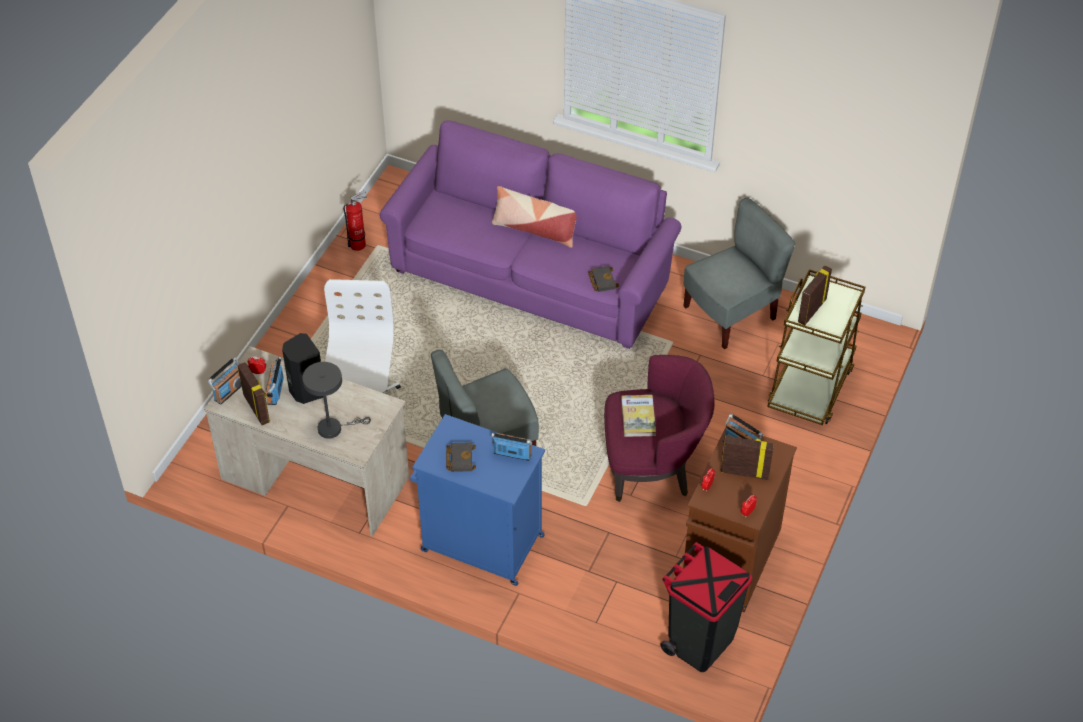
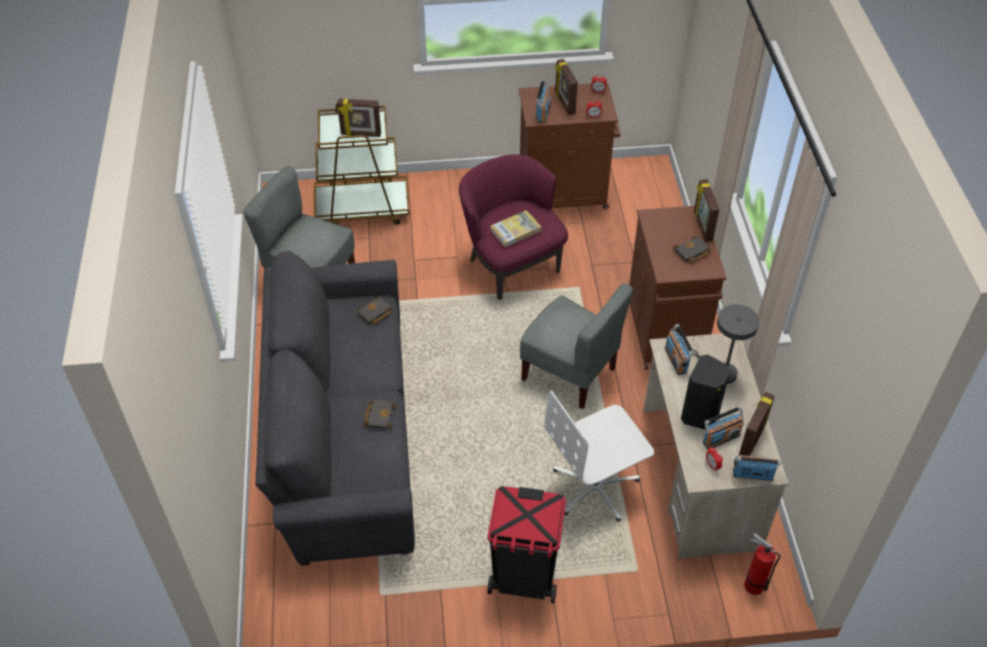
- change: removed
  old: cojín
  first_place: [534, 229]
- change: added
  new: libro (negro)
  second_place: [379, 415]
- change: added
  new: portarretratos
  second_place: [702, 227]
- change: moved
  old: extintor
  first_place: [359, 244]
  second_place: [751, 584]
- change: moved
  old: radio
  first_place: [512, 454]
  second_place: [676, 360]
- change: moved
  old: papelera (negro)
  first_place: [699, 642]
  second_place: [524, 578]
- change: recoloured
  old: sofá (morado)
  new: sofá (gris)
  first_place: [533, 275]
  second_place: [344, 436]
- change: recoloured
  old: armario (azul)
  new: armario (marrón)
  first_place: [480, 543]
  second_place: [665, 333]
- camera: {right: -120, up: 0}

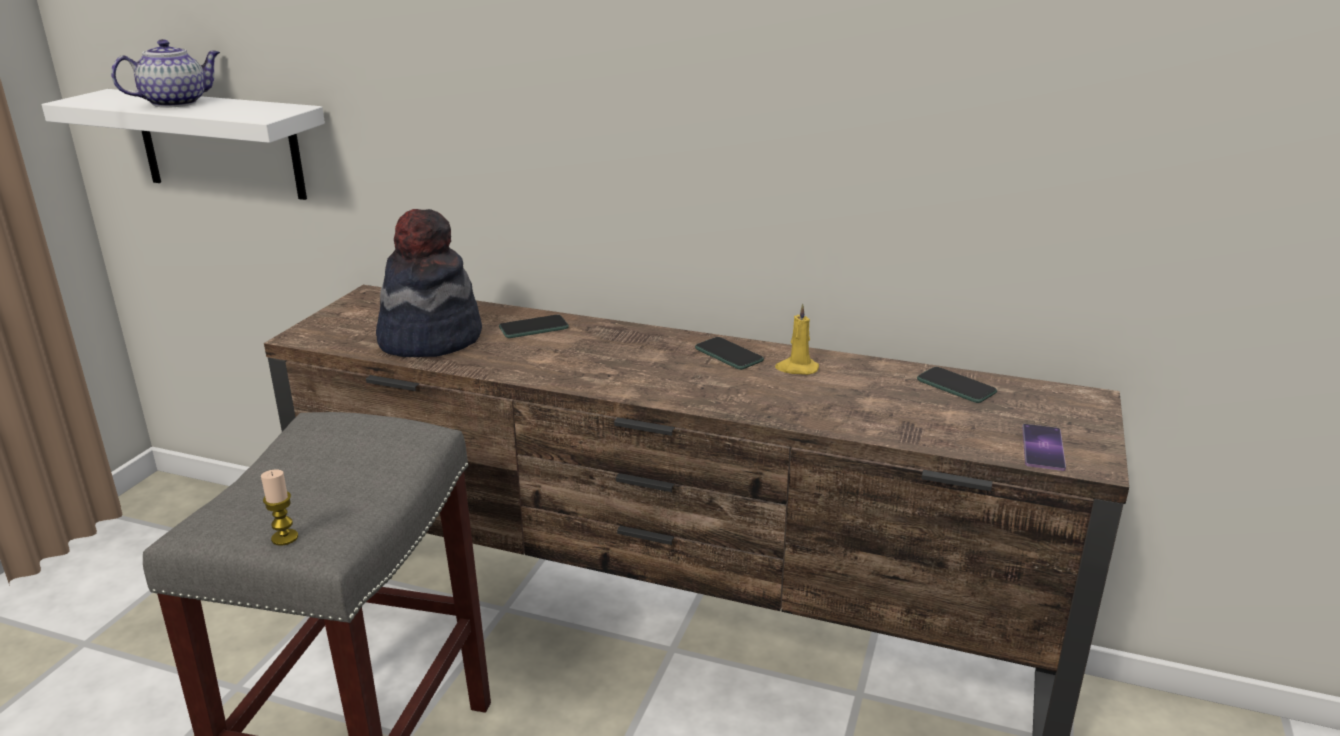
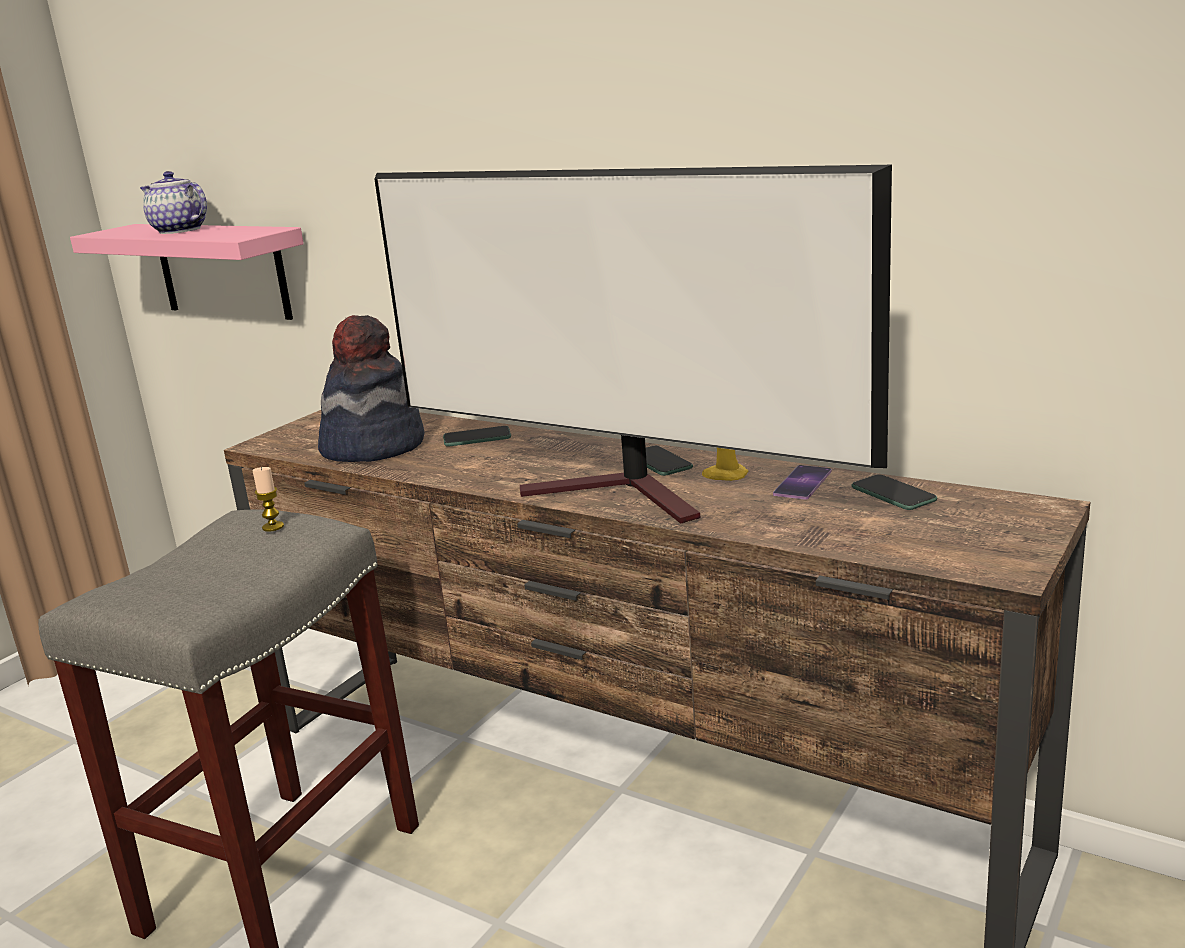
- change: added
  new: televisor
  second_place: [627, 493]
- change: moved
  old: vela
  first_place: [284, 538]
  second_place: [273, 527]
- change: moved
  old: móvil
  first_place: [1043, 447]
  second_place: [802, 483]
- change: recoloured
  old: estante (blanco)
  new: estante (rosa)
  first_place: [220, 144]
  second_place: [222, 270]
- change: turned
  old: tetera
  first_place: [176, 103]
  second_place: [178, 230]
  degrees: -120
- camera: {right: 15, up: -5}

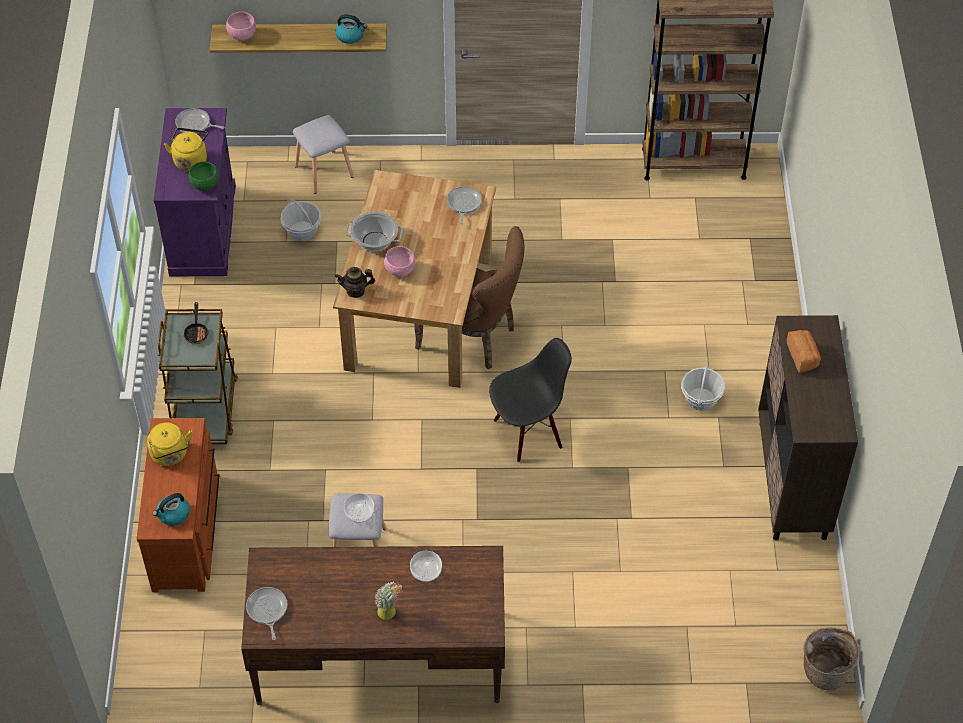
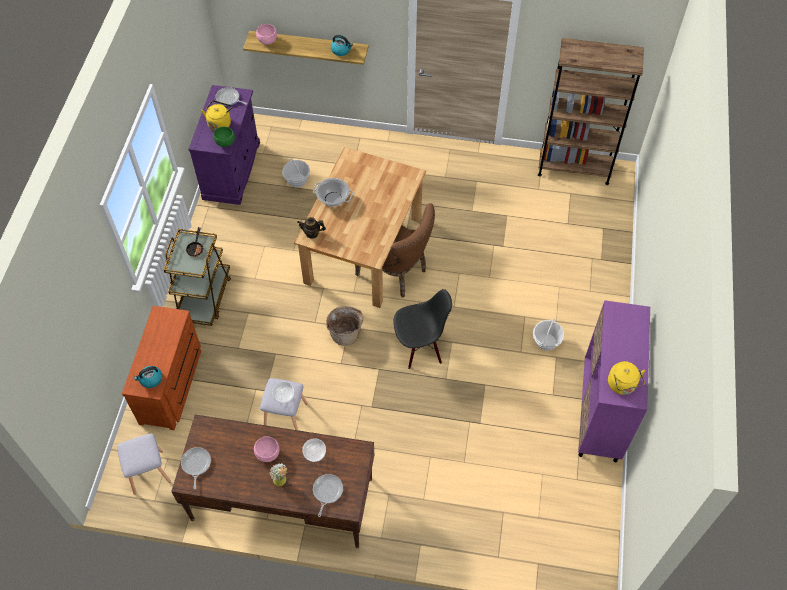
- change: removed
  old: pan
  first_place: [803, 357]
- change: moved
  old: hervidor (amarillo)
  first_place: [170, 455]
  second_place: [622, 385]
- change: moved
  old: taburete (gris)
  first_place: [324, 171]
  second_place: [149, 471]
- change: moved
  old: cuenco (rosa)
  first_place: [399, 270]
  second_place: [267, 454]
- change: moved
  old: sartén
  first_place: [463, 204]
  second_place: [327, 492]
- change: moved
  old: cesta
  first_place: [825, 670]
  second_place: [346, 333]
- change: recoloured
  old: armario (marrón)
  new: armario (morado)
  first_place: [792, 480]
  second_place: [600, 413]
- camera: {right: 10, up: 5}

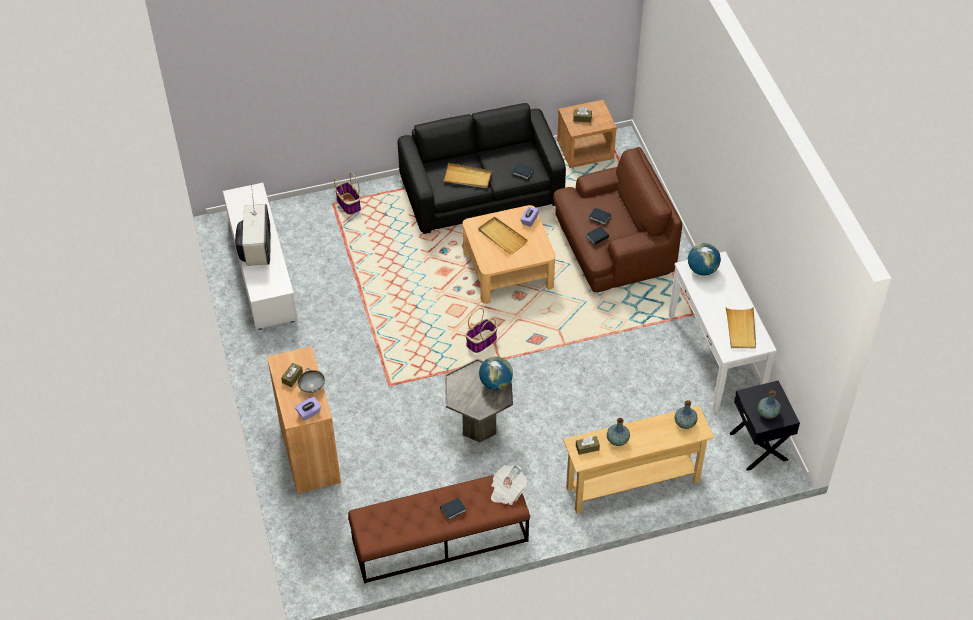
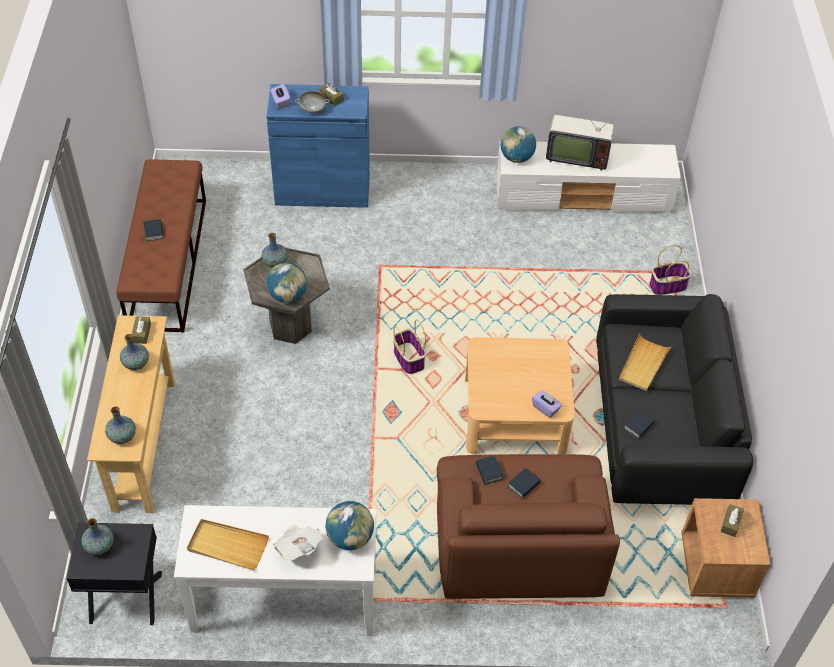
- change: removed
  old: bandeja (beis)
  first_place: [502, 237]
- change: added
  new: florero
  second_place: [275, 262]
- change: added
  new: globo terráqueo
  second_place: [516, 158]
- change: moved
  old: periódico
  first_place: [507, 490]
  second_place: [298, 548]
- change: recoloured
  old: armario (marrón)
  new: armario (azul)
  first_place: [309, 452]
  second_place: [322, 190]
- camera: {right: 105, up: 0}

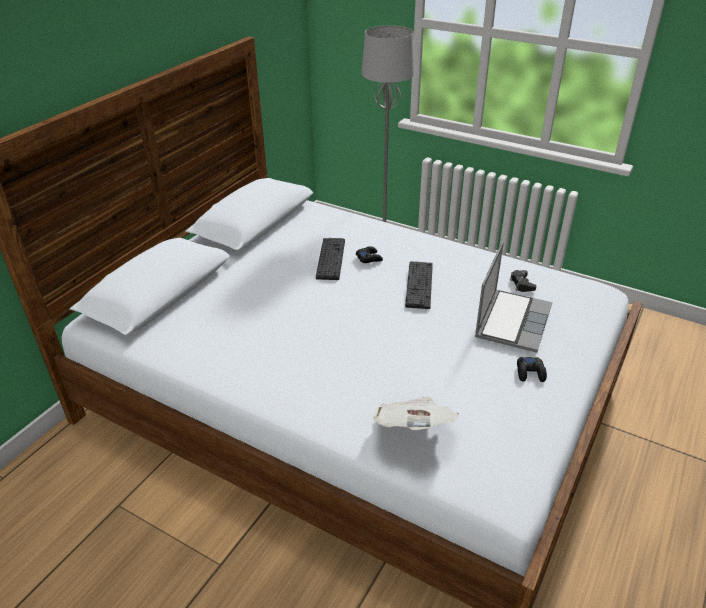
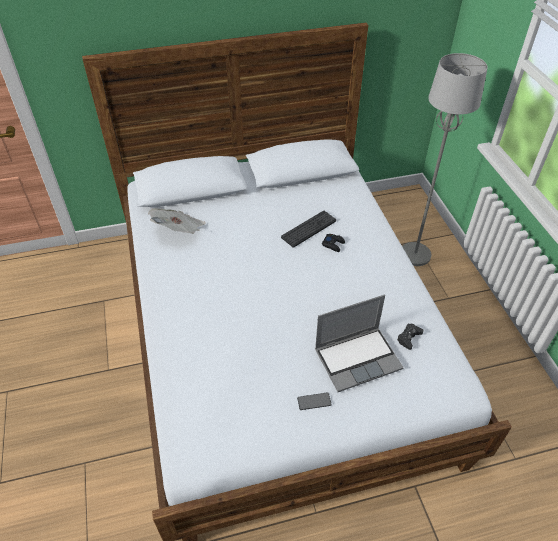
- change: removed
  old: teclado
  first_place: [419, 285]
- change: moved
  old: periódico
  first_place: [414, 428]
  second_place: [179, 231]
- change: replaced
  old: mando de consola (negro)
  new: móvil
  first_place: [530, 372]
  second_place: [314, 401]
- camera: {right: 45, up: 10}

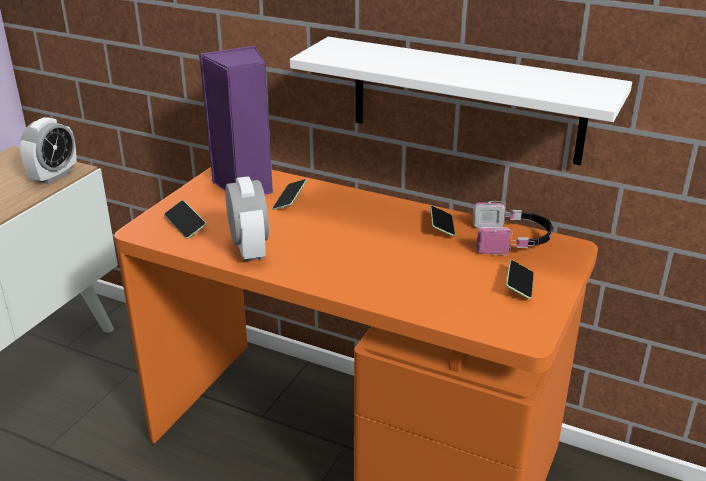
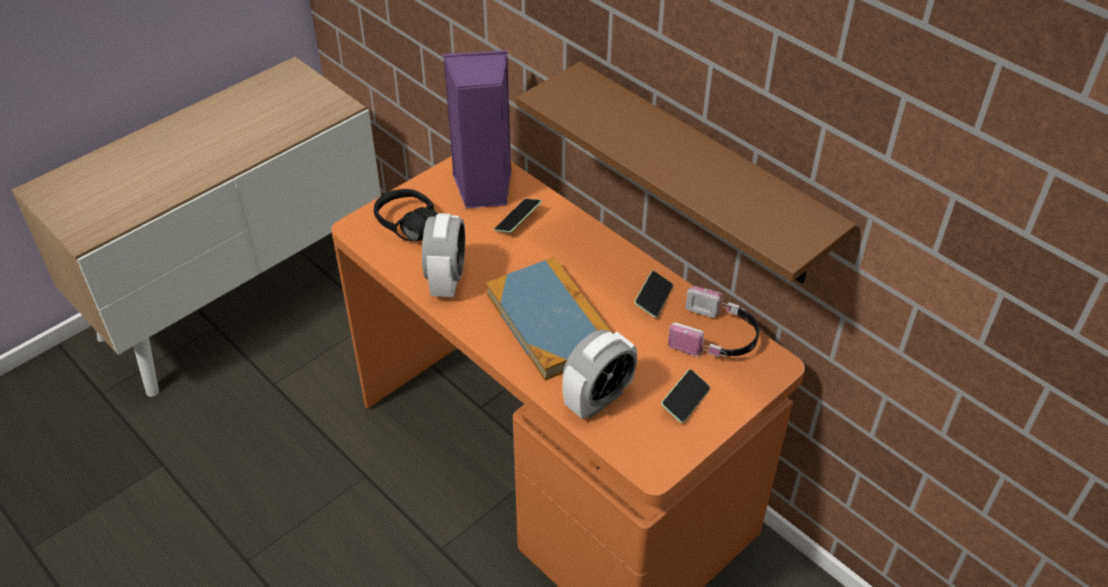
- change: added
  new: libro
  second_place: [551, 321]
- change: moved
  old: despertador
  first_place: [54, 176]
  second_place: [598, 399]
- change: replaced
  old: móvil
  new: auriculares (negro)
  first_place: [185, 226]
  second_place: [401, 231]
- change: recoloured
  old: estante (blanco)
  new: estante (marrón)
  first_place: [465, 100]
  second_place: [702, 175]
- camera: {right: 20, up: 15}

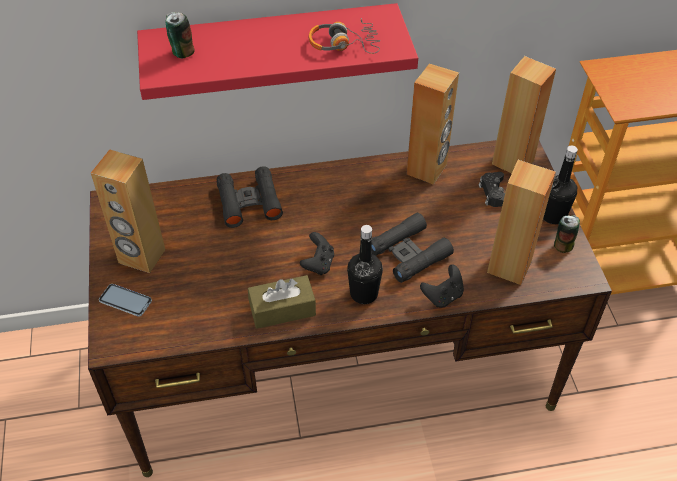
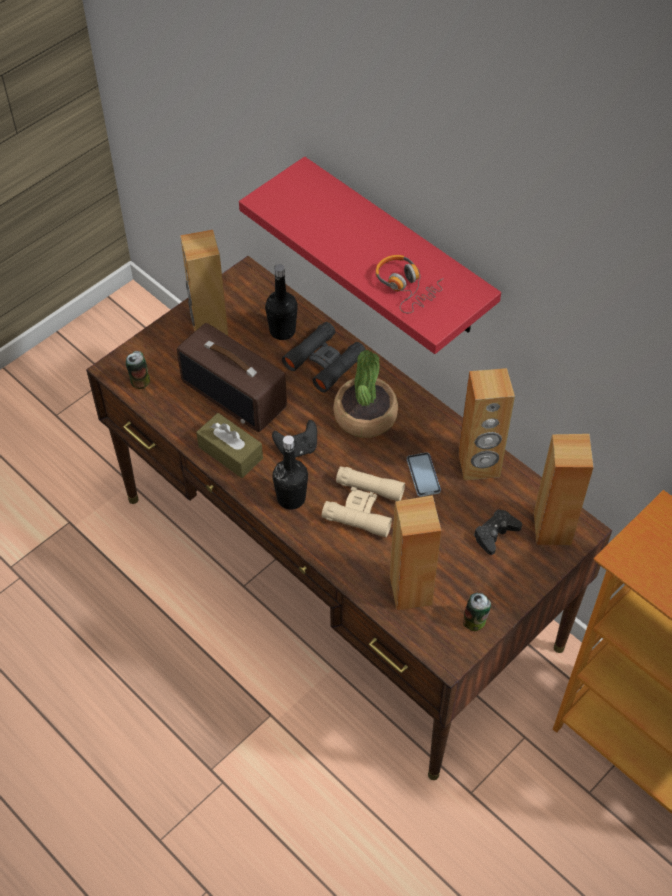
- change: removed
  old: mando de consola (negro)
  first_place: [443, 296]
- change: added
  new: radio
  second_place: [235, 394]
- change: added
  new: planta en maceta
  second_place: [365, 415]
- change: moved
  old: móvil
  first_place: [125, 301]
  second_place: [423, 475]
- change: moved
  old: lata
  first_place: [182, 52]
  second_place: [140, 381]
- change: moved
  old: botella (negro)
  first_place: [553, 215]
  second_place: [282, 331]
- change: recoloured
  old: prismáticos (negro)
  new: prismáticos (beis)
  first_place: [409, 253]
  second_place: [363, 506]
- camera: {right: 55, up: 5}

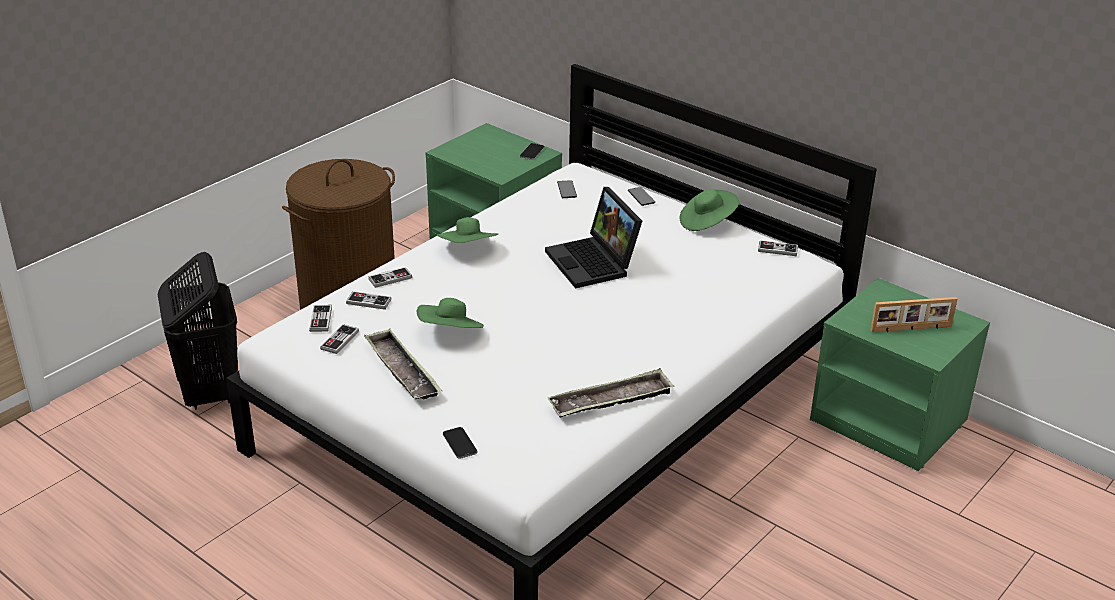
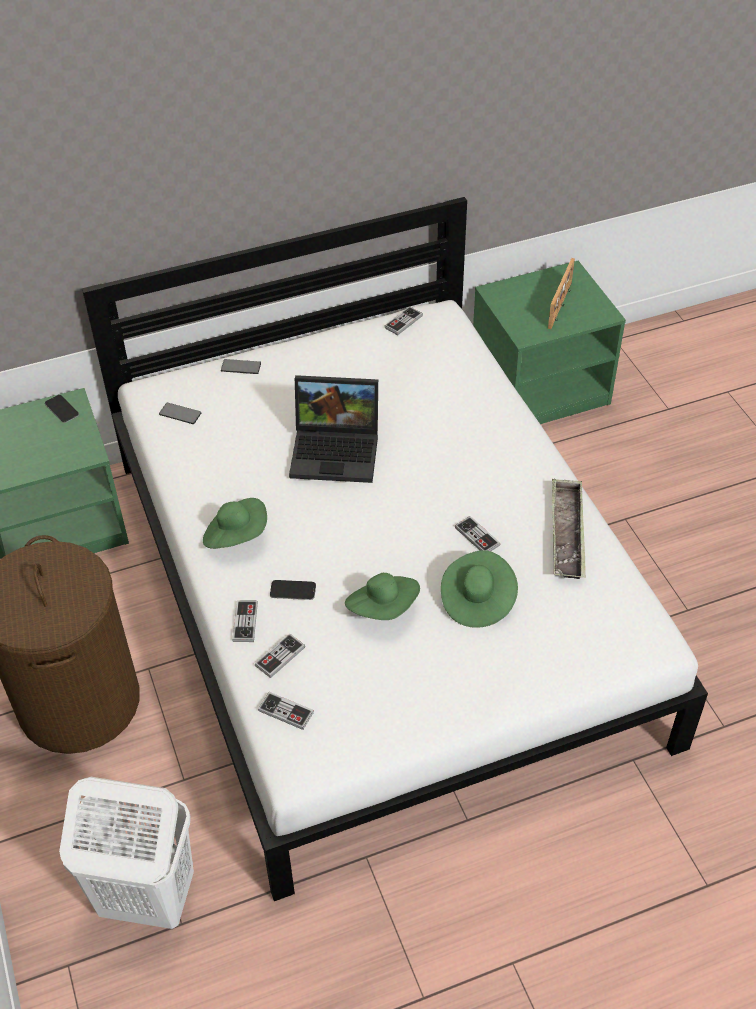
- change: removed
  old: bandeja
  first_place: [402, 371]
- change: moved
  old: mando de consola
  first_place: [339, 340]
  second_place: [477, 536]
- change: moved
  old: móvil
  first_place: [459, 443]
  second_place: [293, 590]
- change: moved
  old: sombrero (verde)
  first_place: [707, 222]
  second_place: [477, 600]
- change: recoloured
  old: cesto de la ropa (negro)
  new: cesto de la ropa (blanco)
  first_place: [210, 392]
  second_place: [146, 898]
- camera: {right: -60, up: 15}

